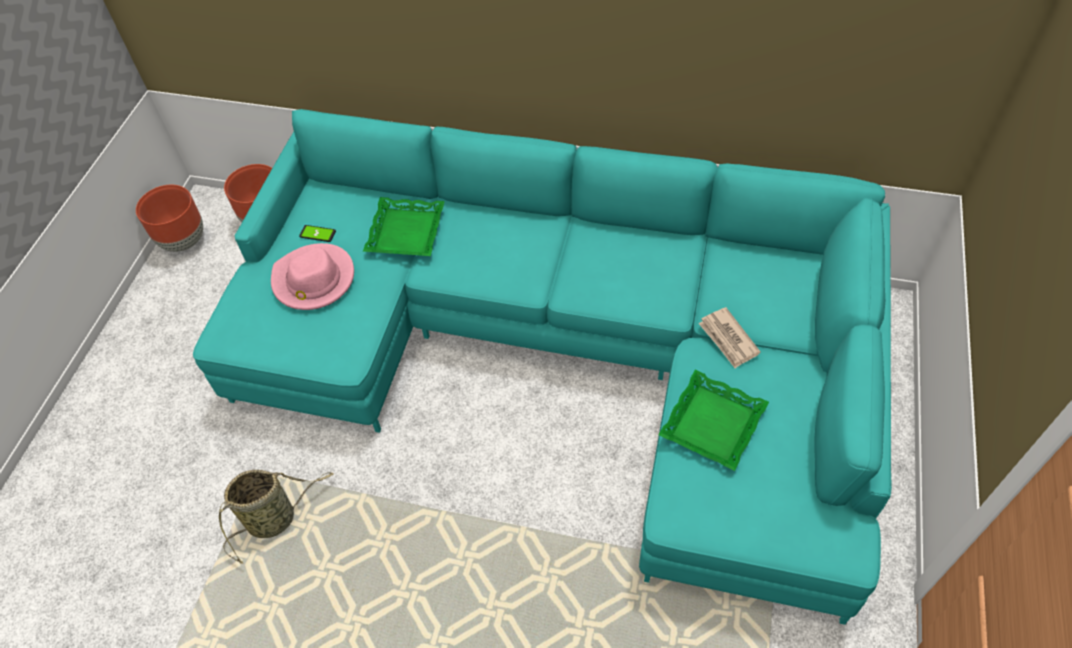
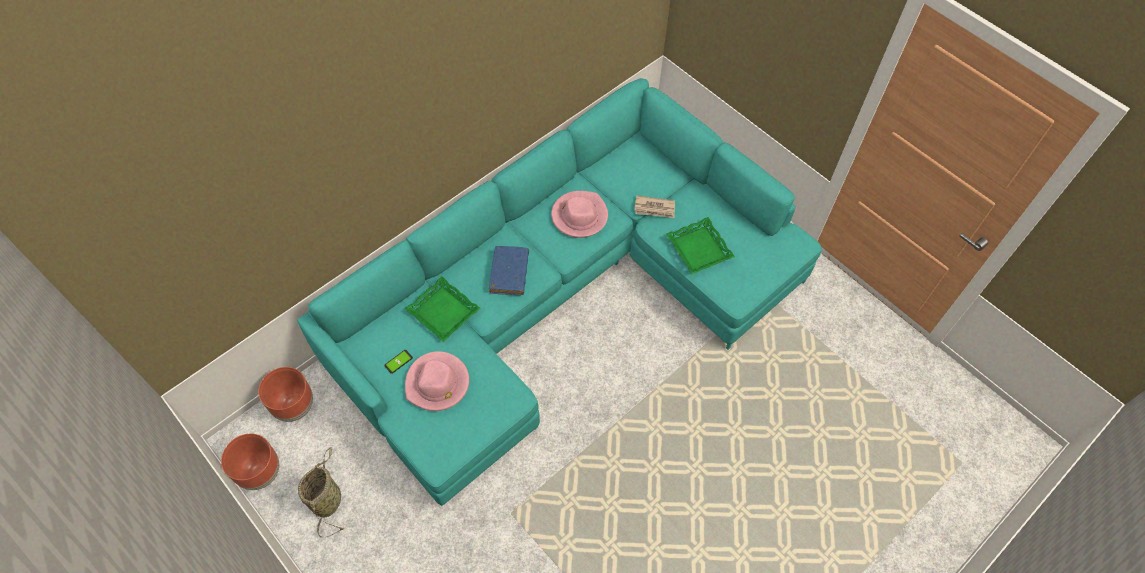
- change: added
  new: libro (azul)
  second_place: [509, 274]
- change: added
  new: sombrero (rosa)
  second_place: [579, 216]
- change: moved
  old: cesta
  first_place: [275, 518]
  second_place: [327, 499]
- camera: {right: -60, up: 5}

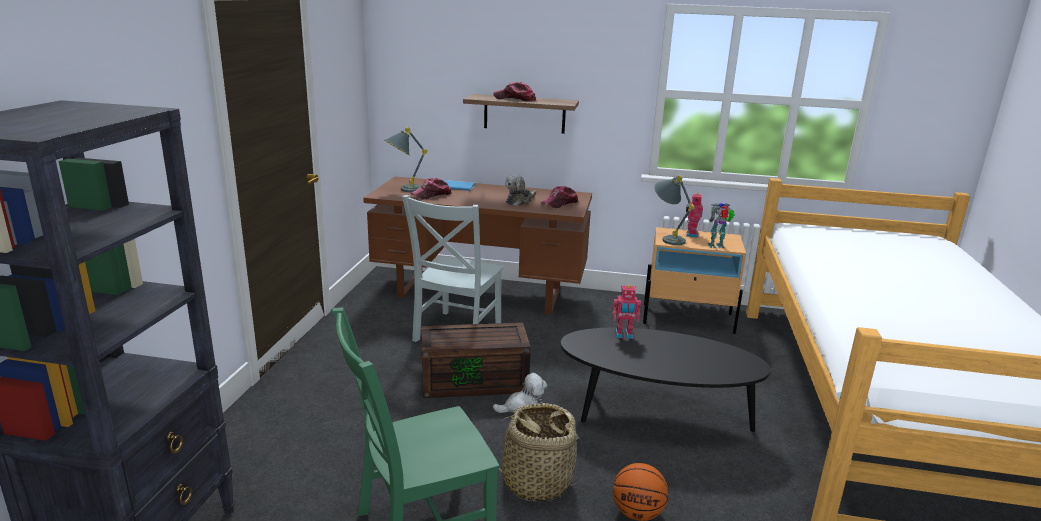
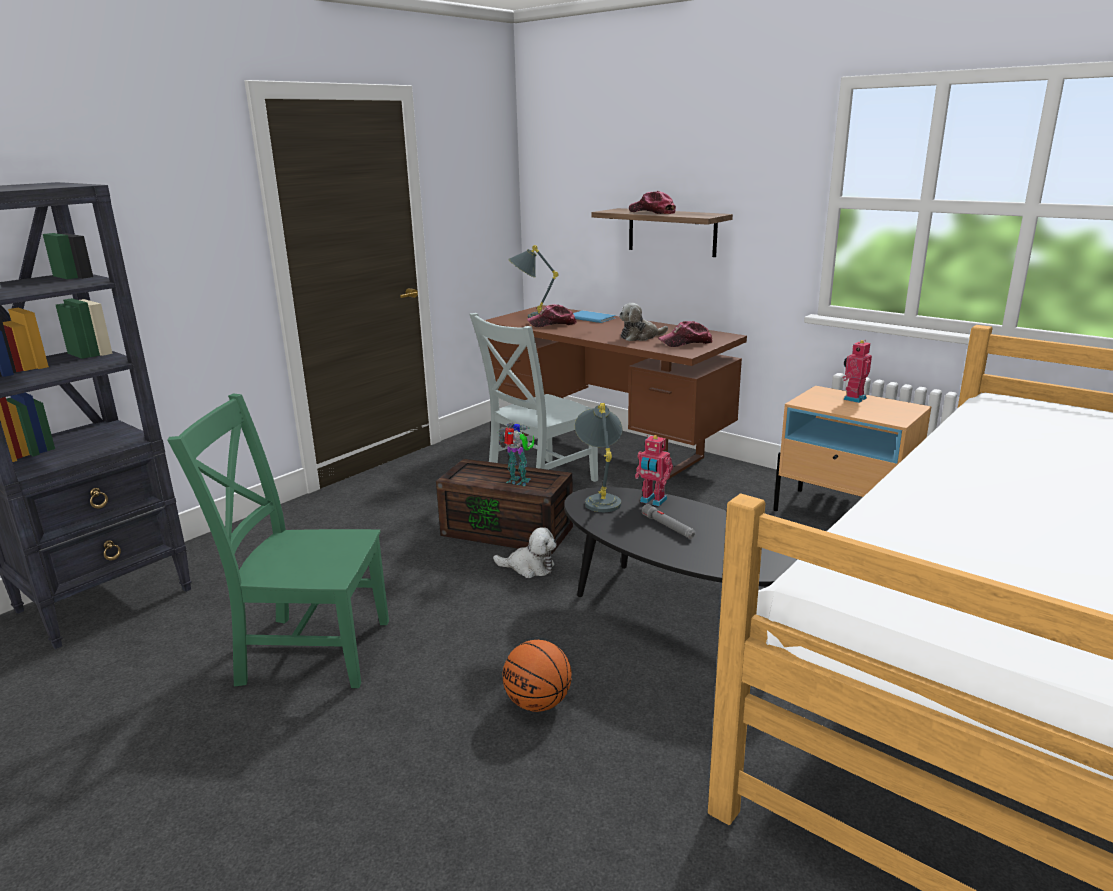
- change: removed
  old: cesta
  first_place: [536, 481]
- change: added
  new: linterna (gris)
  second_place: [668, 527]
- change: moved
  old: lámpara de mesa (gris)
  first_place: [667, 238]
  second_place: [601, 498]
- change: moved
  old: robot de juguete
  first_place: [717, 246]
  second_place: [518, 482]
- camera: {right: 30, up: 0}

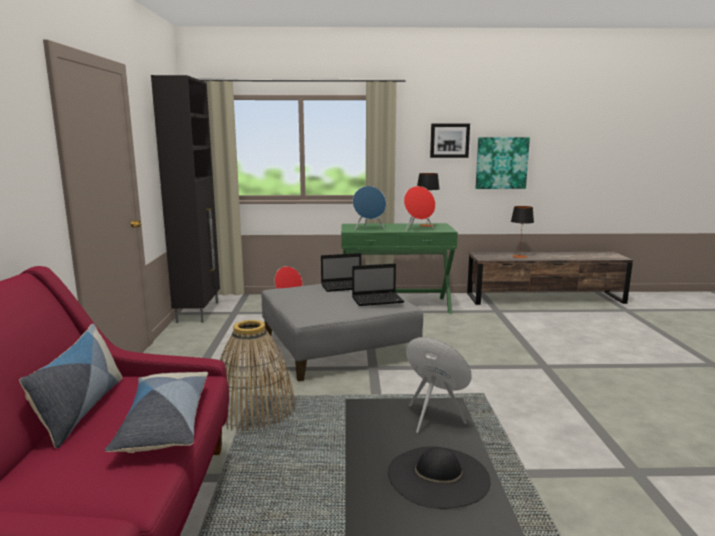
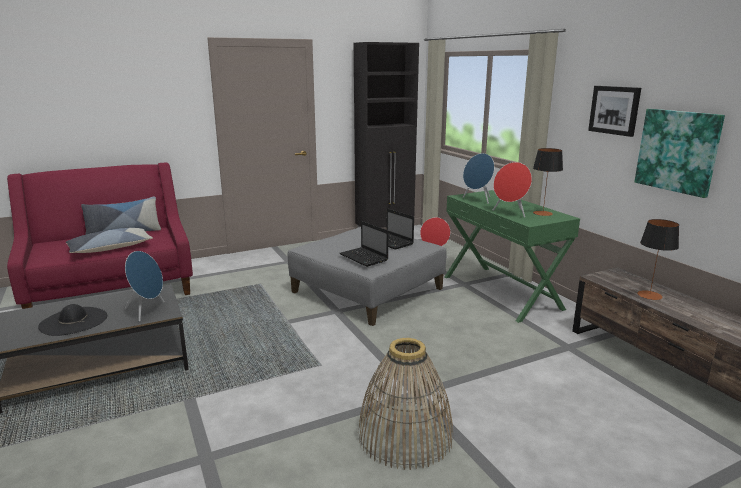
- change: moved
  old: cesta
  first_place: [253, 408]
  second_place: [405, 435]
- camera: {right: 65, up: 5}

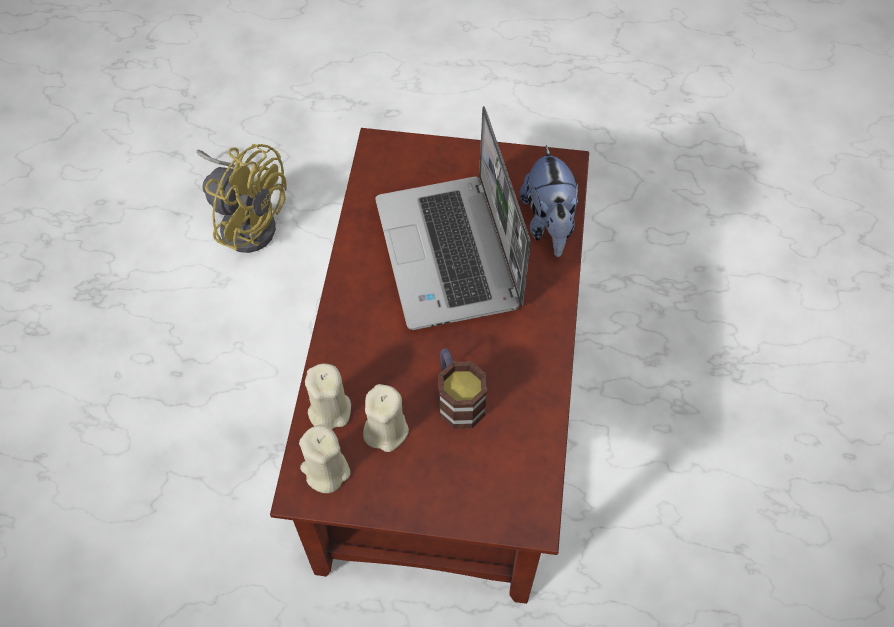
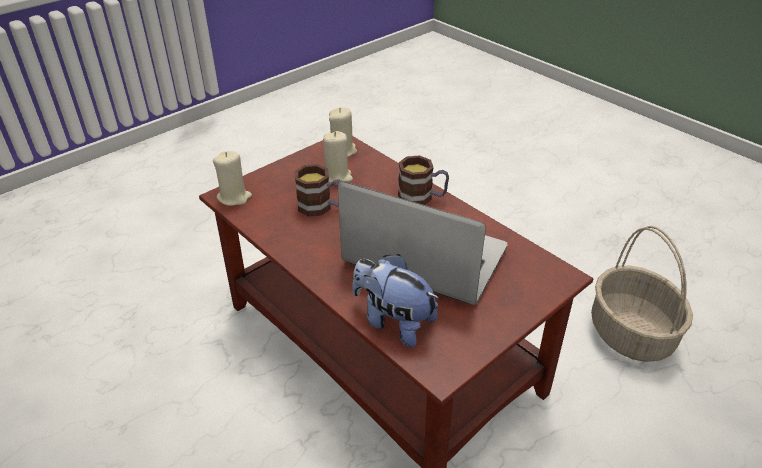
- change: added
  new: taza grande
  second_place: [422, 197]
- change: moved
  old: vela (beis)
  first_place: [329, 410]
  second_place: [234, 197]
- change: replaced
  old: ventilador (amarillo)
  new: cesta
  first_place: [247, 220]
  second_place: [632, 333]
- camera: {right: 130, up: -20}

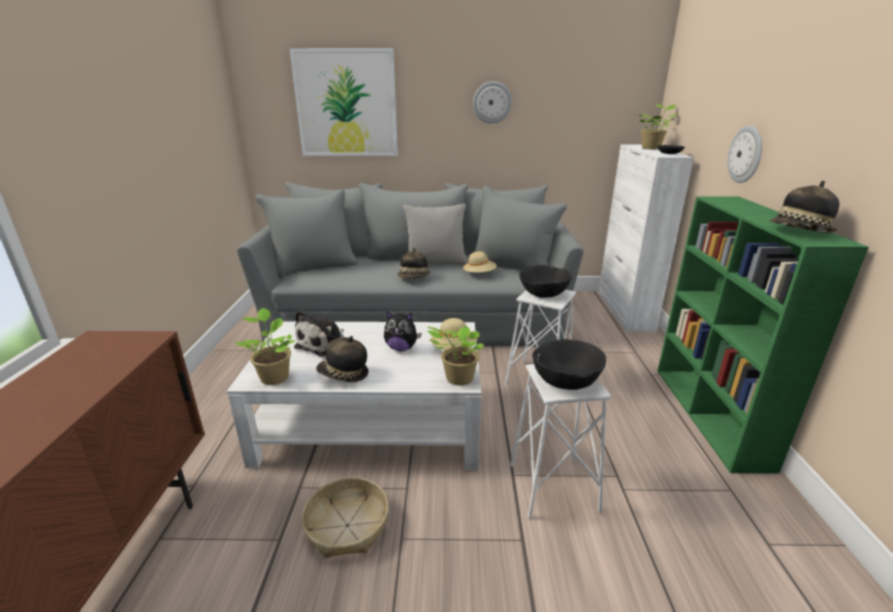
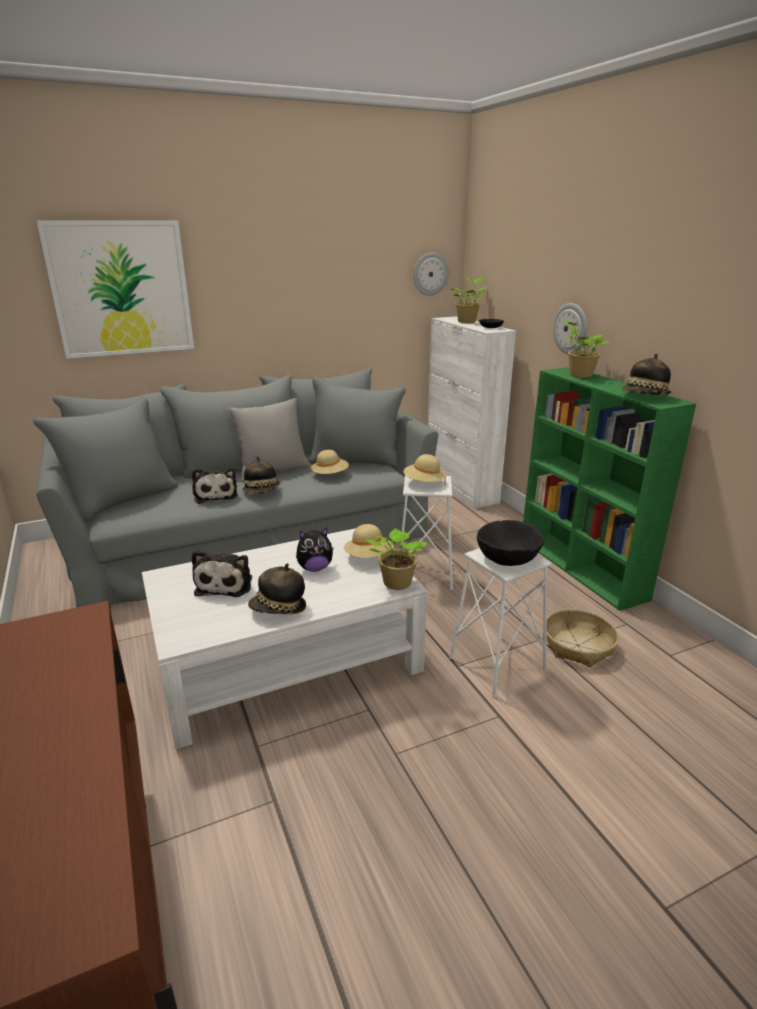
- change: added
  new: peluche
  second_place: [215, 495]
- change: moved
  old: planta en maceta
  first_place: [274, 376]
  second_place: [578, 375]
- change: moved
  old: cesta
  first_place: [348, 525]
  second_place: [578, 645]
- change: moved
  old: reloj de pared
  first_place: [492, 102]
  second_place: [430, 274]
- change: replaced
  old: cuenco (negro)
  new: sombrero (beis)
  first_place: [543, 293]
  second_place: [424, 483]
- camera: {right: -25, up: 0}

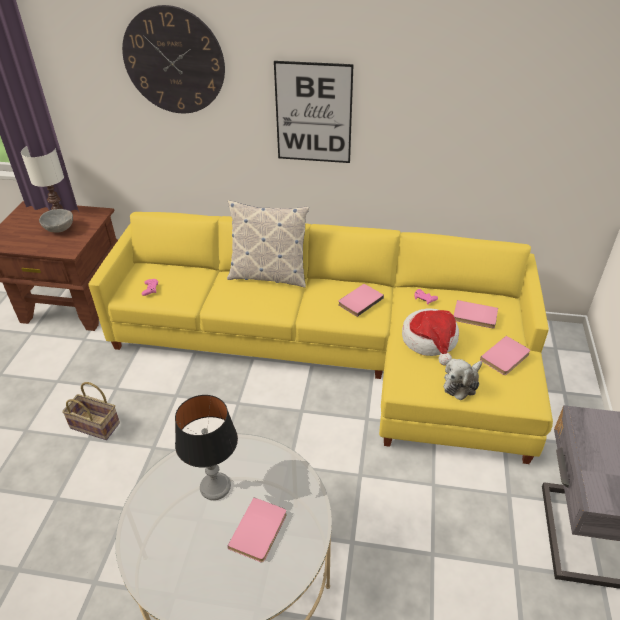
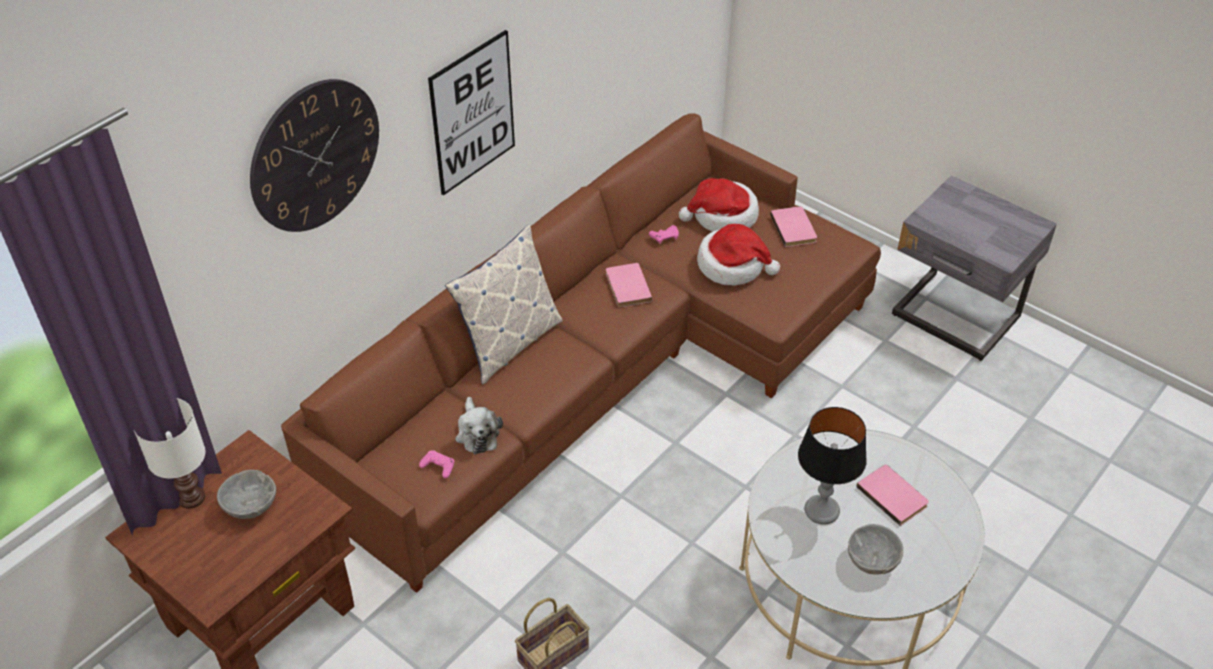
- change: added
  new: cuenco (gris)
  second_place: [872, 562]
- change: moved
  old: peluche
  first_place: [462, 383]
  second_place: [477, 433]
- change: replaced
  old: libro (rosa)
  new: sombrero
  first_place: [474, 316]
  second_place: [722, 216]
- change: recoloured
  old: sofá (amarillo)
  new: sofá (marrón)
  first_place: [338, 350]
  second_place: [604, 368]
- camera: {right: -60, up: 5}

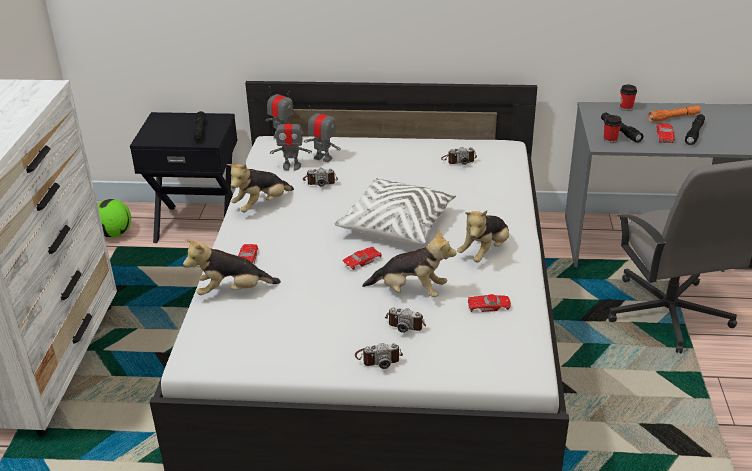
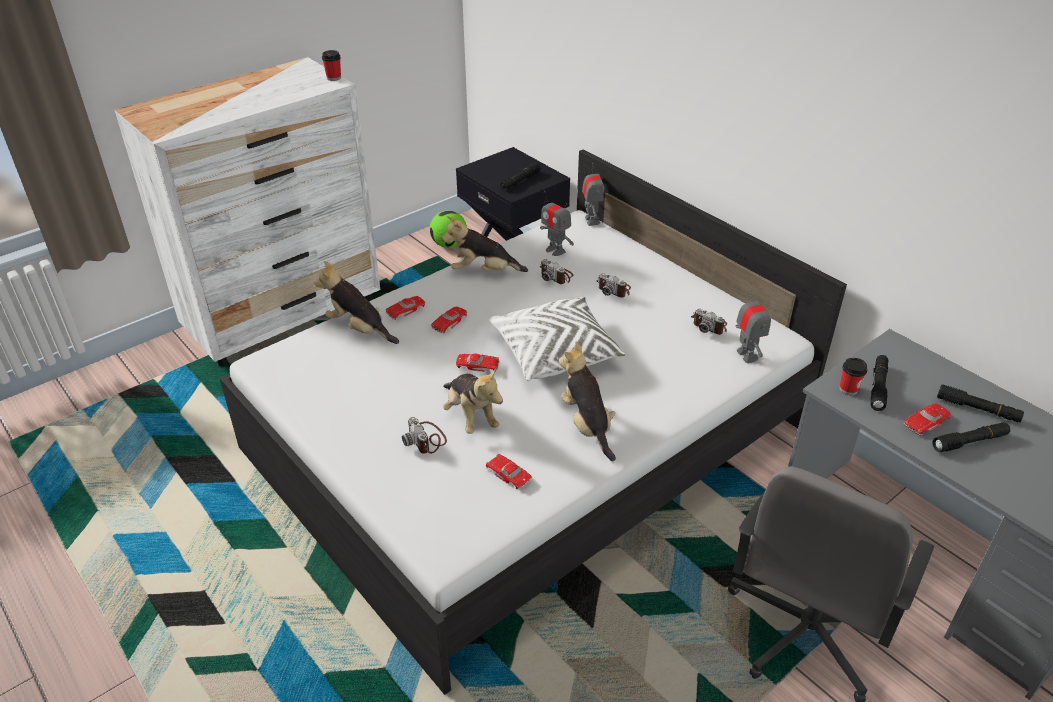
- change: added
  new: coche de juguete (rojo)
  second_place: [449, 322]
- change: moved
  old: robot de juguete
  first_place: [323, 158]
  second_place: [746, 355]
- change: moved
  old: cámara
  first_place: [378, 357]
  second_place: [614, 289]
- change: moved
  old: taza
  first_place: [626, 108]
  second_place: [334, 78]
- change: recoloured
  old: linterna (naranja)
  new: linterna (negro)
  first_place: [673, 118]
  second_place: [977, 409]
- change: turned
  old: peluche
  first_place: [485, 252]
  second_place: [587, 425]
  degrees: 75
- camera: {right: 45, up: 5}

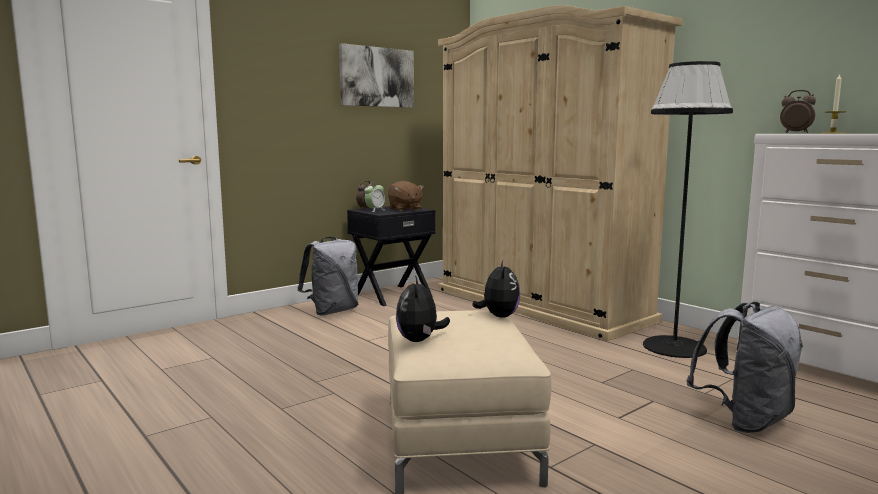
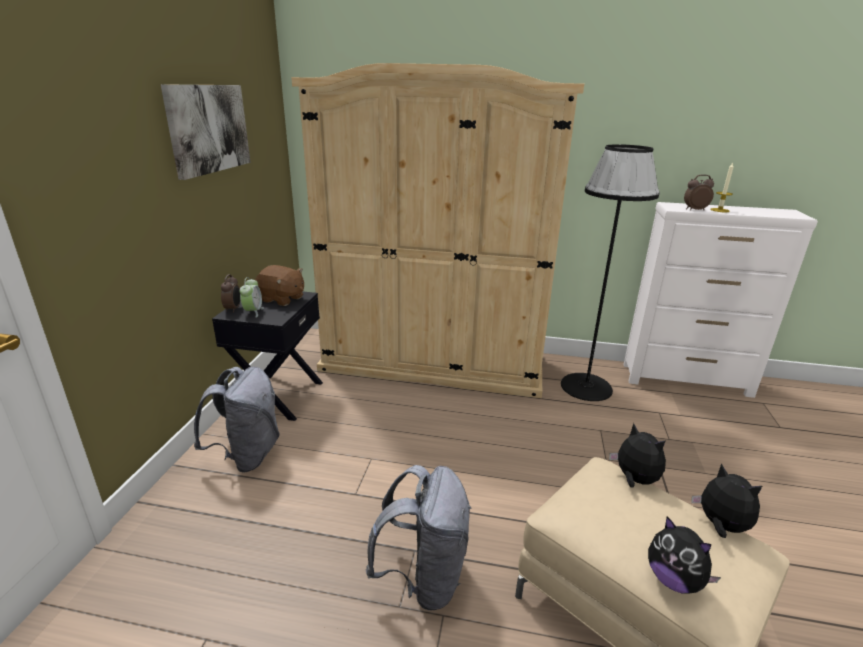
- change: added
  new: peluche
  second_place: [720, 526]
- change: moved
  old: mochila (gris)
  first_place: [744, 421]
  second_place: [423, 578]
- camera: {right: -40, up: 15}

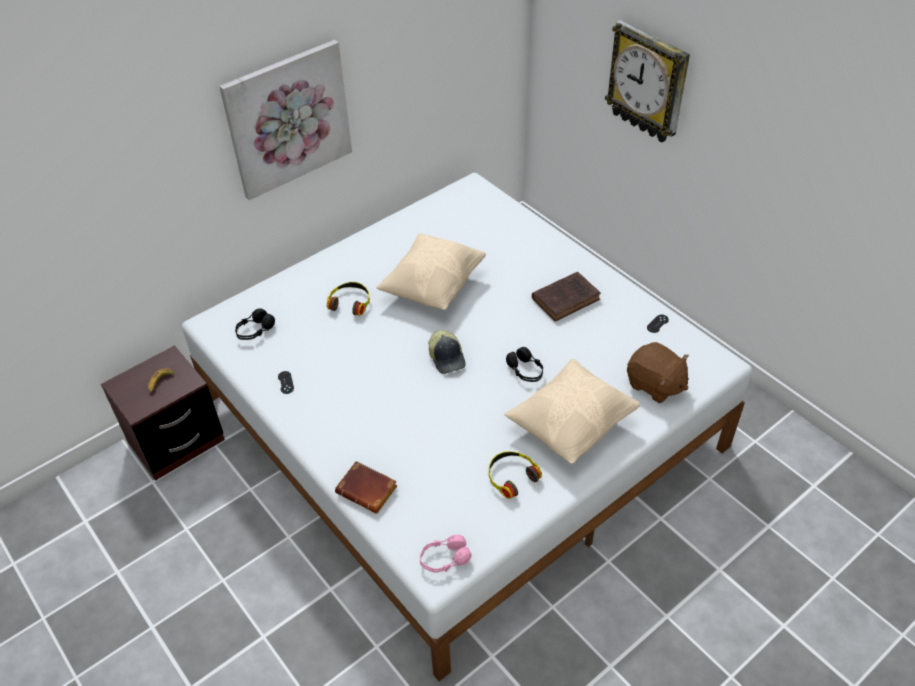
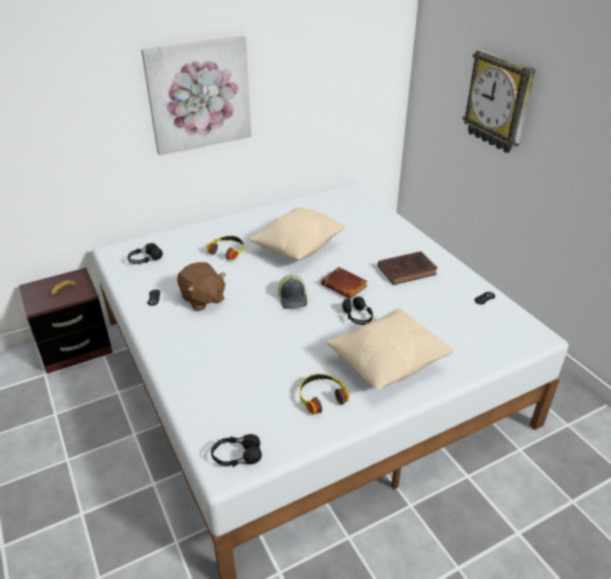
- change: moved
  old: libro (marrón)
  first_place: [369, 490]
  second_place: [345, 286]
- change: moved
  old: peluche (marrón)
  first_place: [655, 385]
  second_place: [202, 299]
- change: recoloured
  old: auriculares (rosa)
  new: auriculares (negro)
  first_place: [444, 559]
  second_place: [236, 457]
- camera: {right: 10, up: -10}

